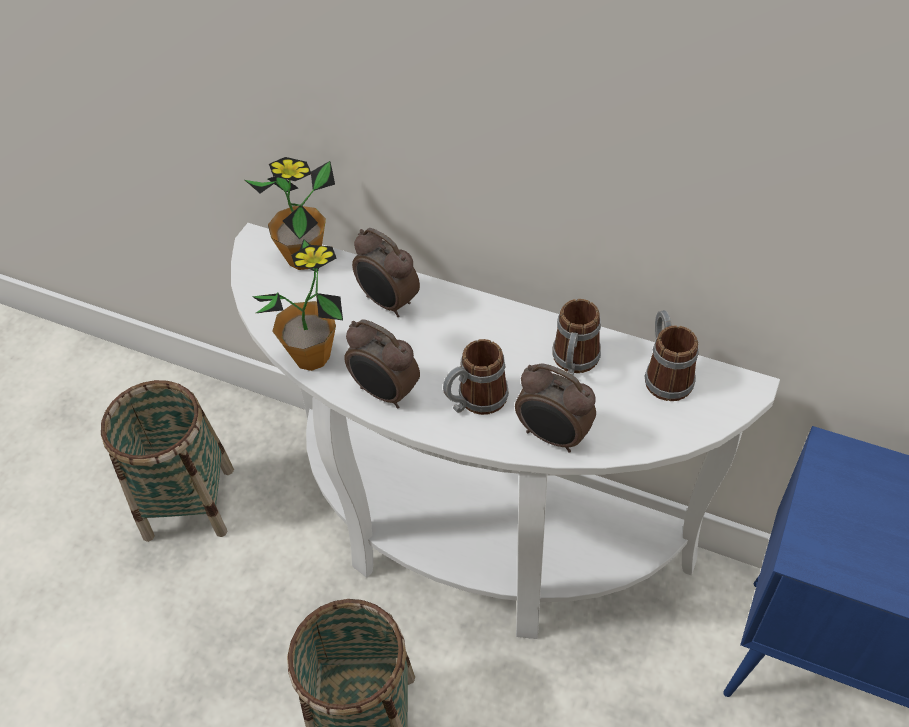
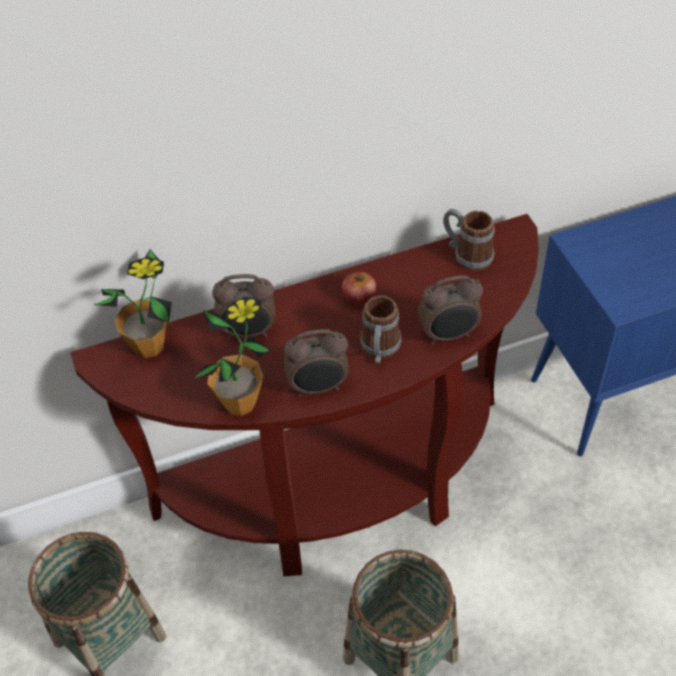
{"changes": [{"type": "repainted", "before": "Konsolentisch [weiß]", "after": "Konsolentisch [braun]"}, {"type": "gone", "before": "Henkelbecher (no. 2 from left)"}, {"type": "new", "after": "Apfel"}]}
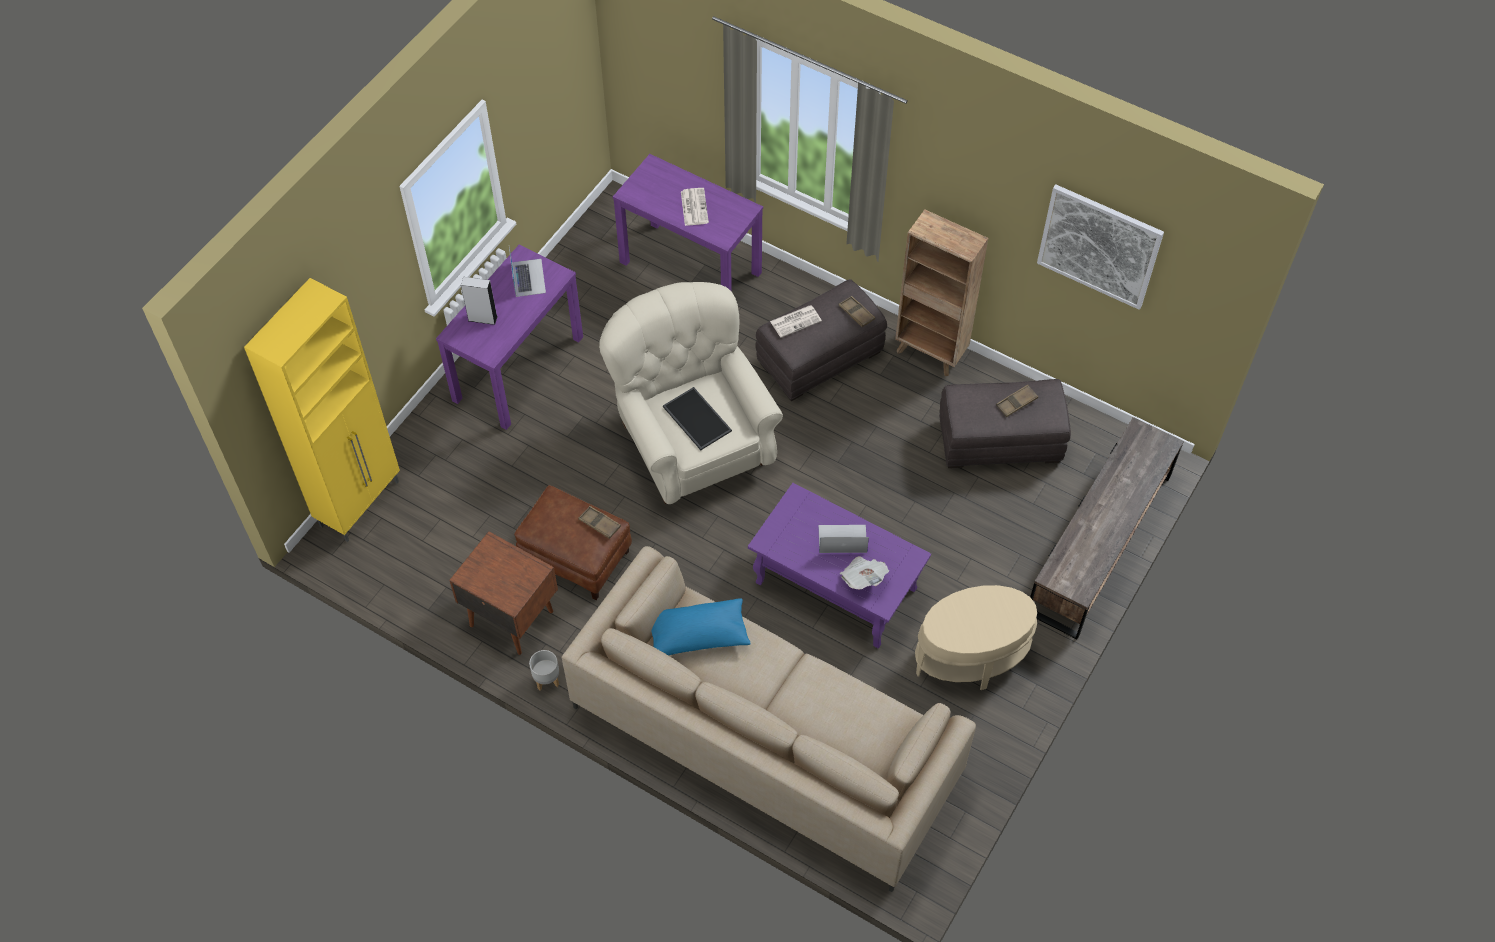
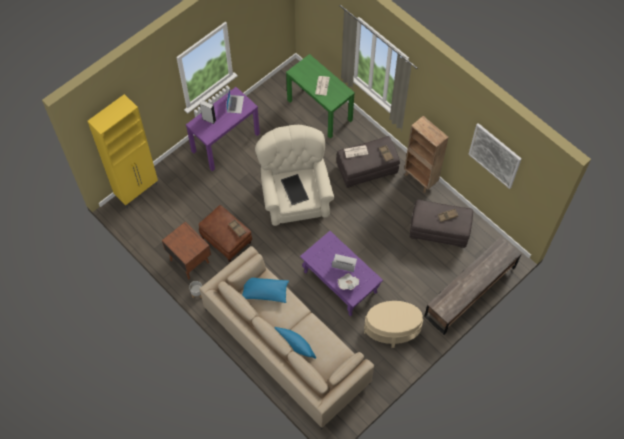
{"changes": [{"type": "repainted", "before": "Konsolentisch [lila] (no. 2 from left)", "after": "Konsolentisch [grün]"}, {"type": "new", "after": "Kissen [blau] (no. 2 from left)"}]}
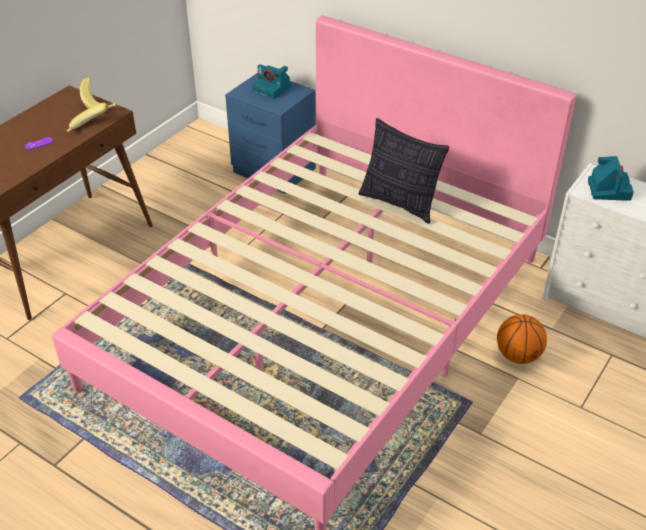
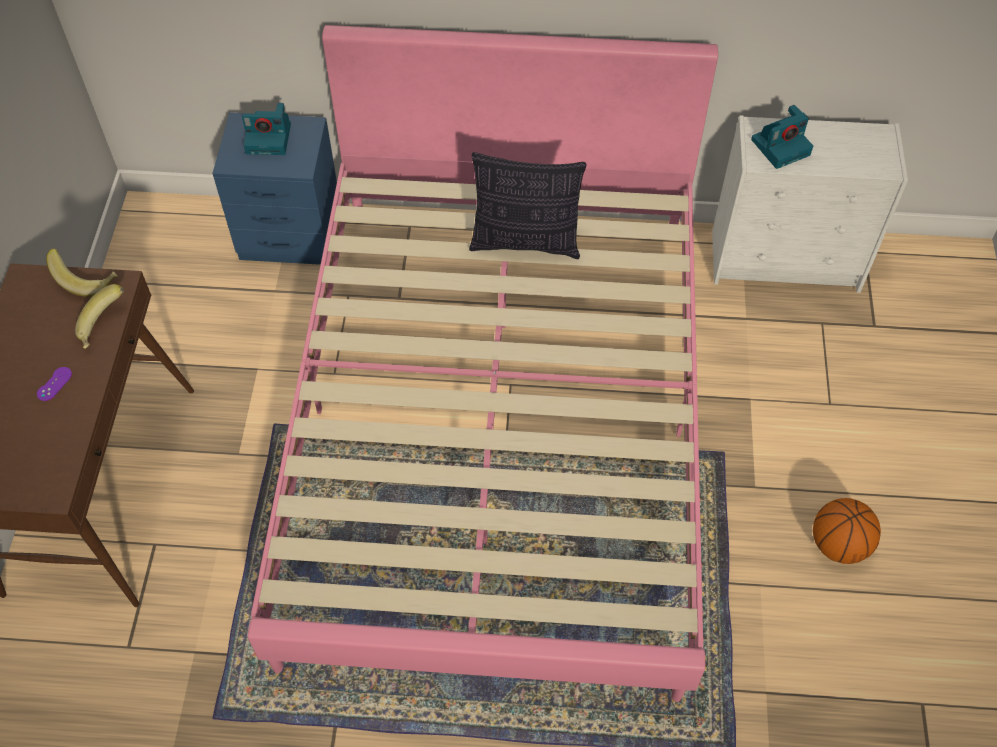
{"changes": [{"type": "shifted", "before": "Basketball"}, {"type": "rotated", "before": "Kamera (no. 2 from left)", "turn": 90}]}
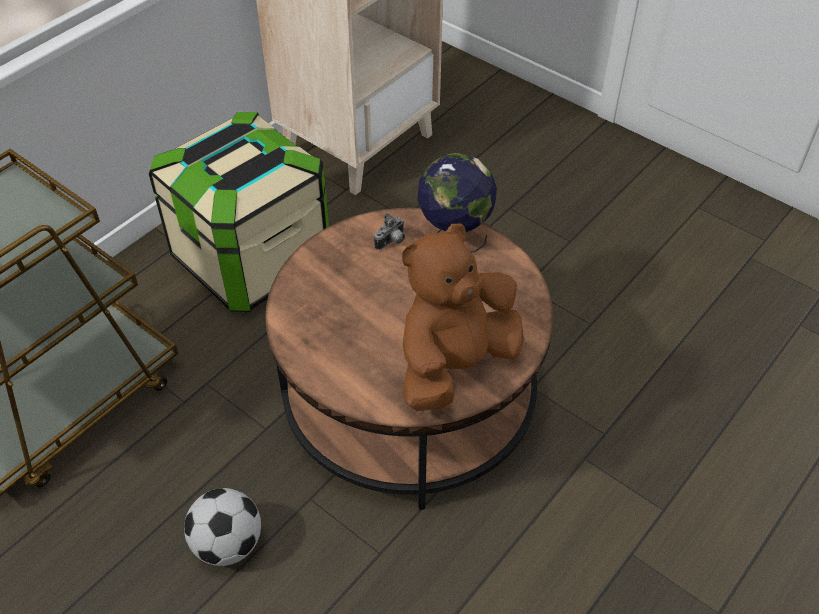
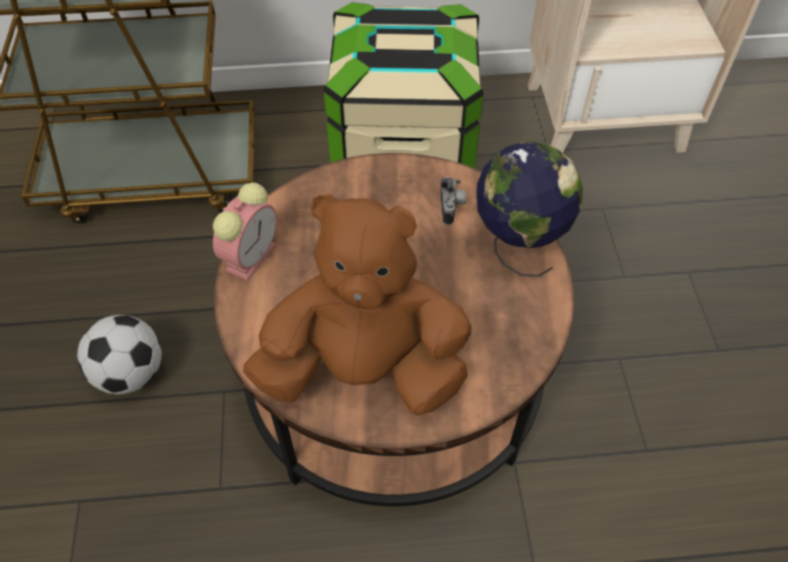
{"changes": [{"type": "rotated", "before": "Kamera", "turn": -90}, {"type": "new", "after": "Wecker"}]}
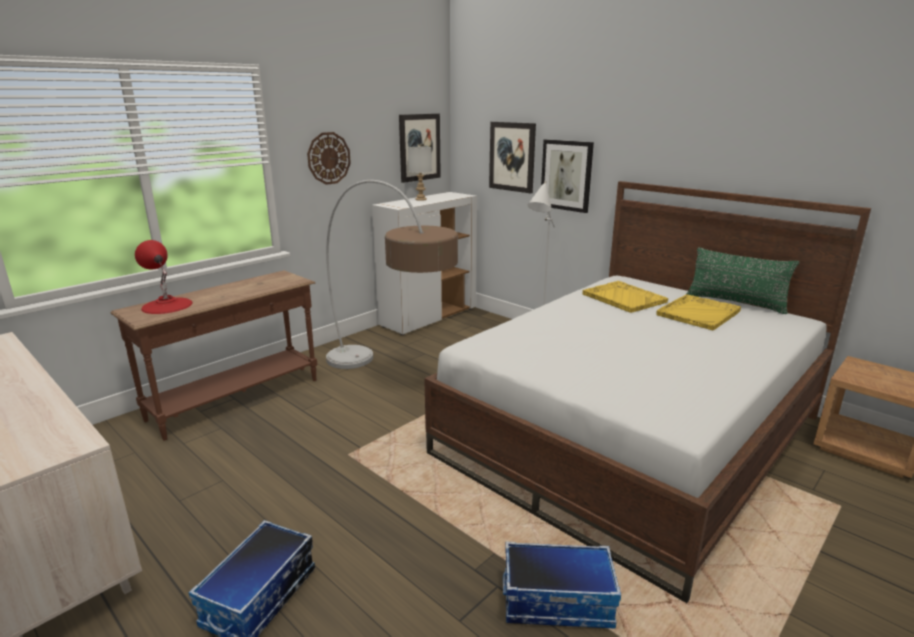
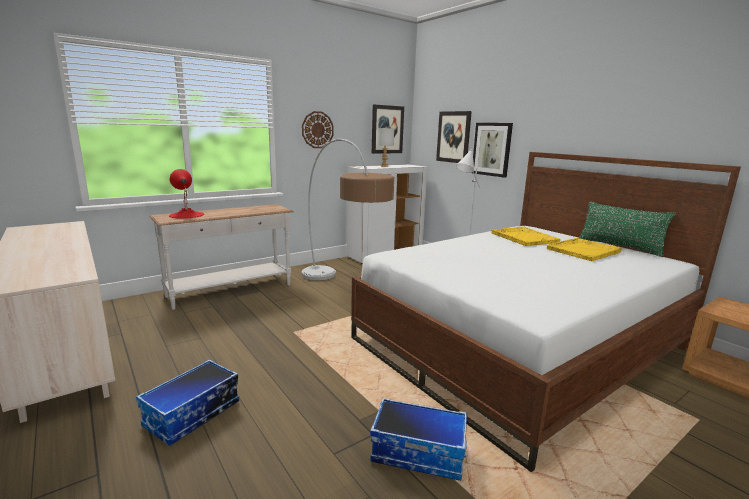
{"changes": [{"type": "repainted", "before": "Konsolentisch [braun]", "after": "Konsolentisch [weiß]"}]}
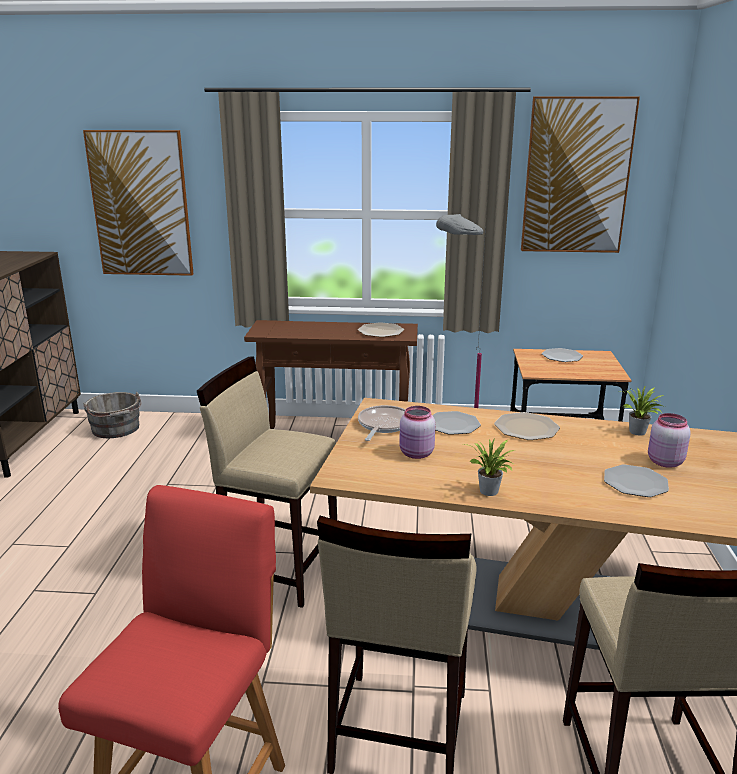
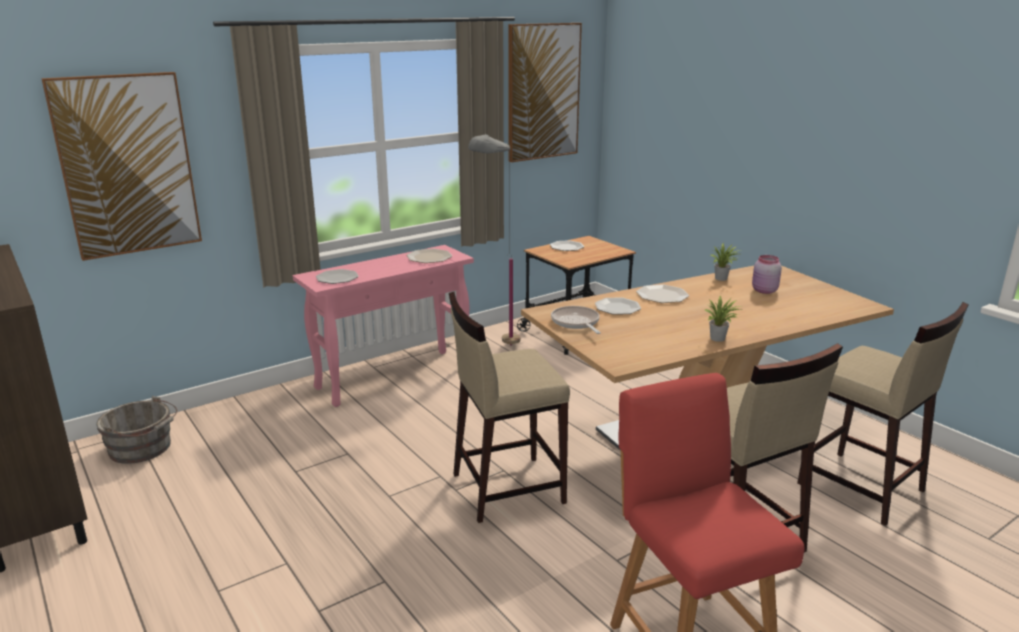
{"changes": [{"type": "repainted", "before": "Konsolentisch [braun]", "after": "Konsolentisch [rosa]"}, {"type": "gone", "before": "Vorratsglas [rosa] (no. 1 from left)"}, {"type": "shifted", "before": "Teller (no. 5 from left in the first image)", "after": "Teller (no. 1 from left)"}]}
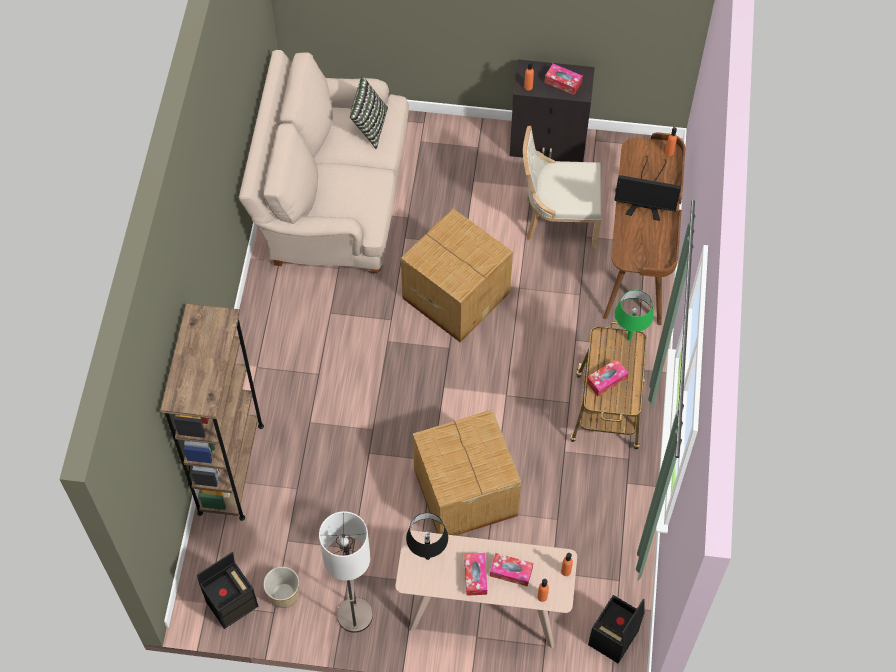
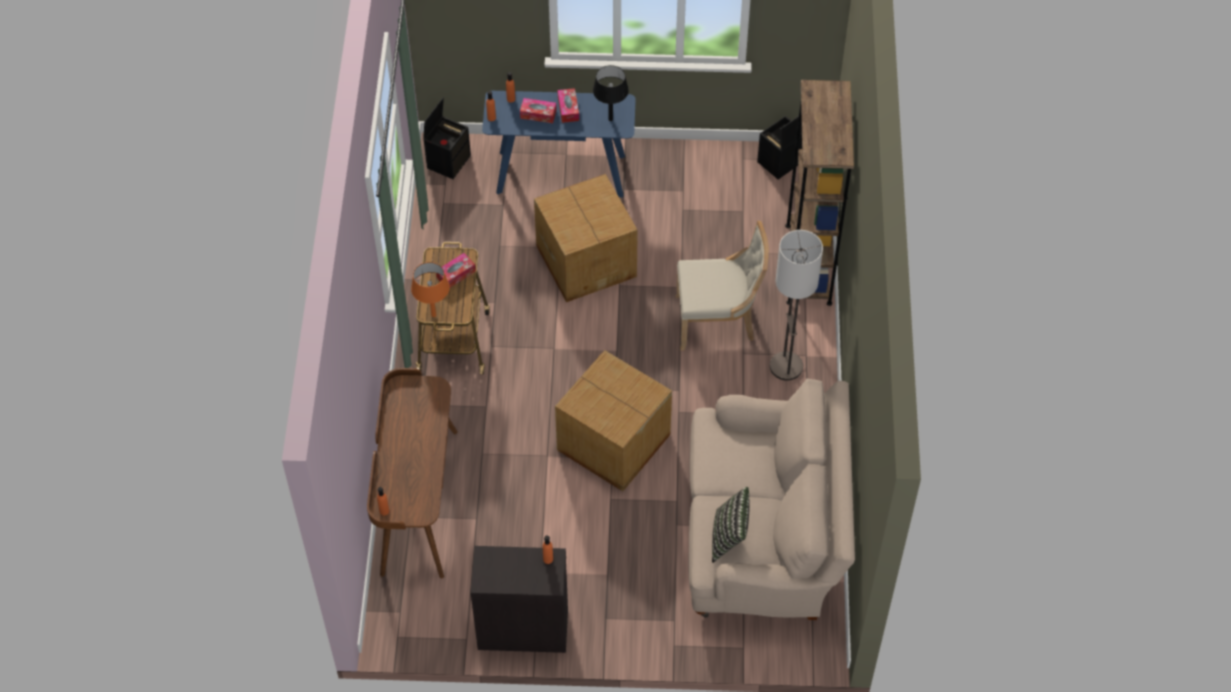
{"changes": [{"type": "gone", "before": "Pflanzkübel"}, {"type": "shifted", "before": "Stehlampe"}, {"type": "repainted", "before": "Konsolentisch [beige]", "after": "Konsolentisch [blau]"}, {"type": "shifted", "before": "Stuhl [beige]"}, {"type": "gone", "before": "Taschentuchbox (no. 3 from left)"}, {"type": "gone", "before": "Monitor"}, {"type": "repainted", "before": "Tischlampe [grün]", "after": "Tischlampe [orange]"}]}
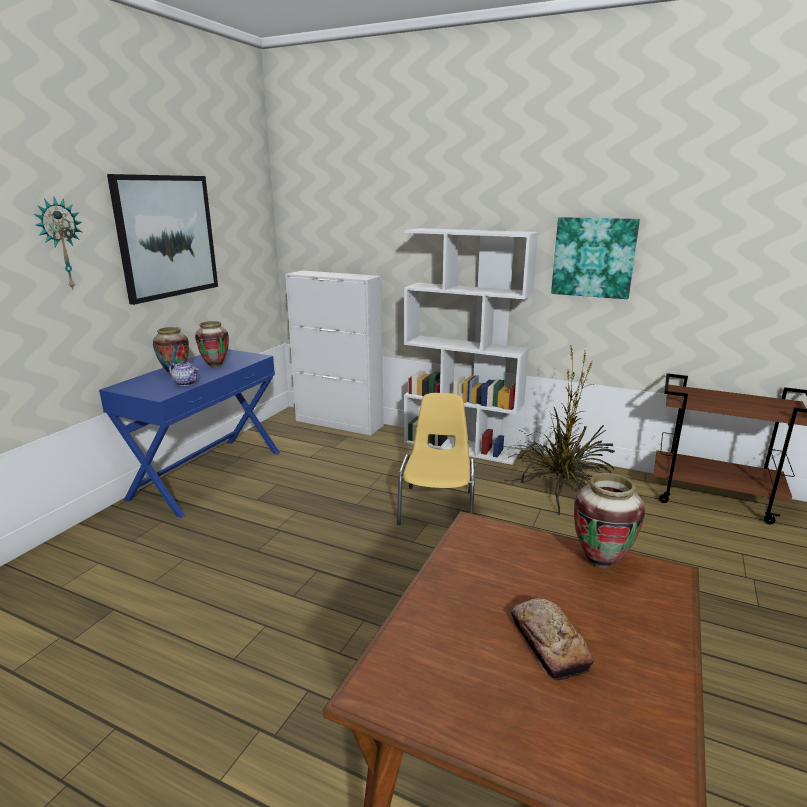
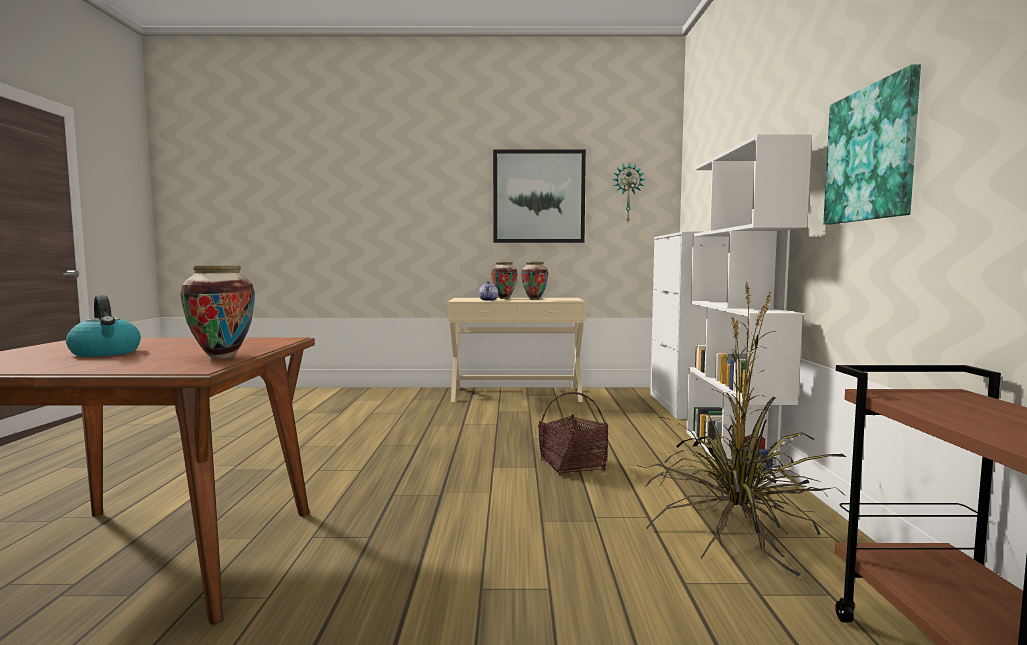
{"changes": [{"type": "shifted", "before": "Wanduhr"}, {"type": "repainted", "before": "Konsolentisch [blau]", "after": "Konsolentisch [beige]"}, {"type": "swapped", "before": "Stuhl [gelb]", "after": "Korb"}, {"type": "swapped", "before": "Brot", "after": "Wasserkessel"}]}
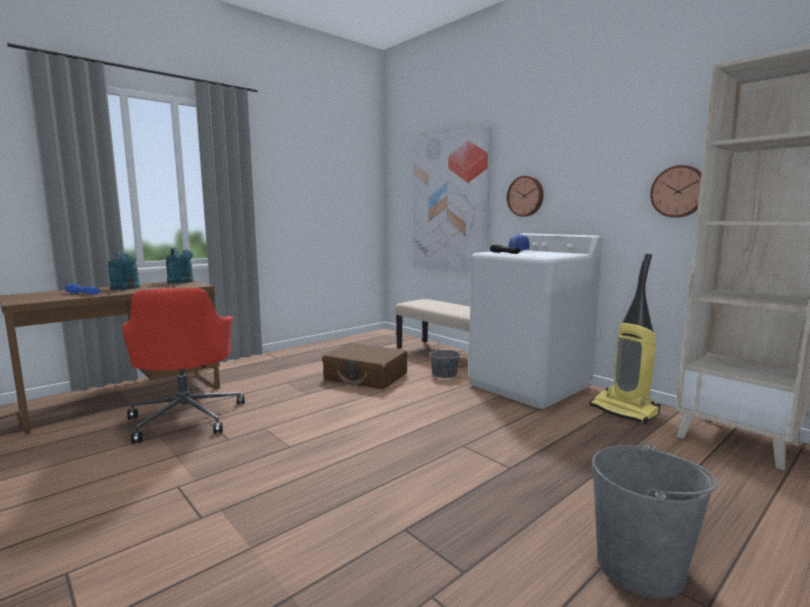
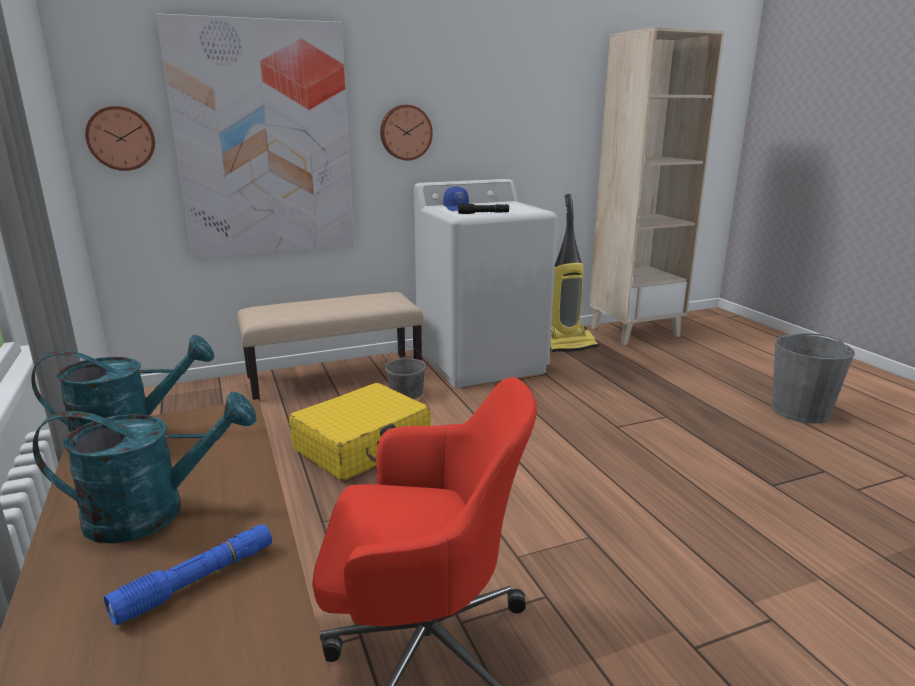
{"changes": [{"type": "repainted", "before": "Koffer [braun]", "after": "Koffer [gelb]"}, {"type": "shifted", "before": "Wanduhr (no. 2 from left in the first image)", "after": "Wanduhr (no. 1 from left)"}]}
